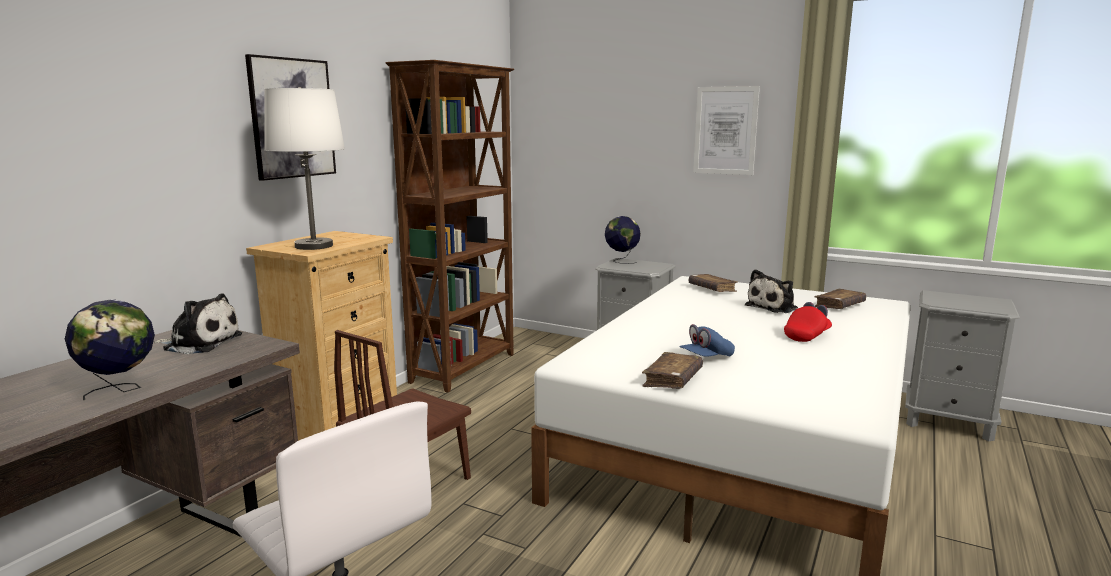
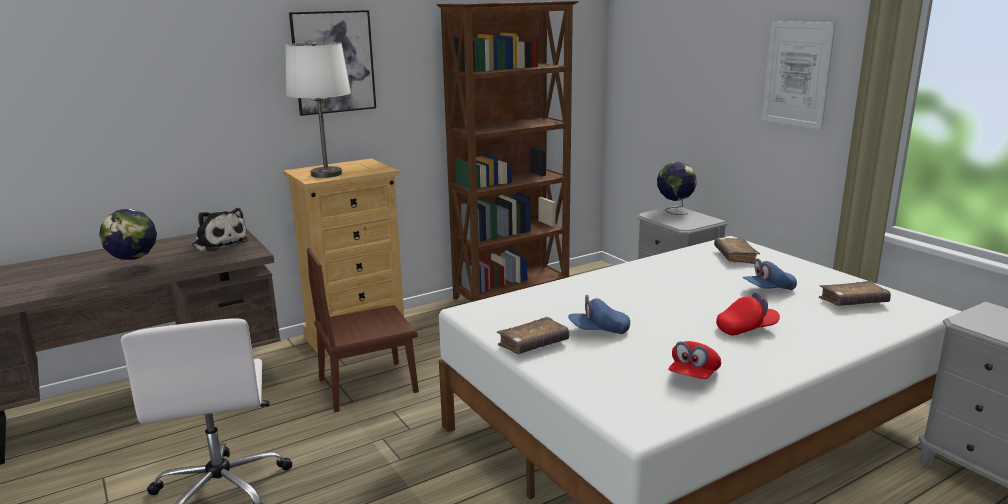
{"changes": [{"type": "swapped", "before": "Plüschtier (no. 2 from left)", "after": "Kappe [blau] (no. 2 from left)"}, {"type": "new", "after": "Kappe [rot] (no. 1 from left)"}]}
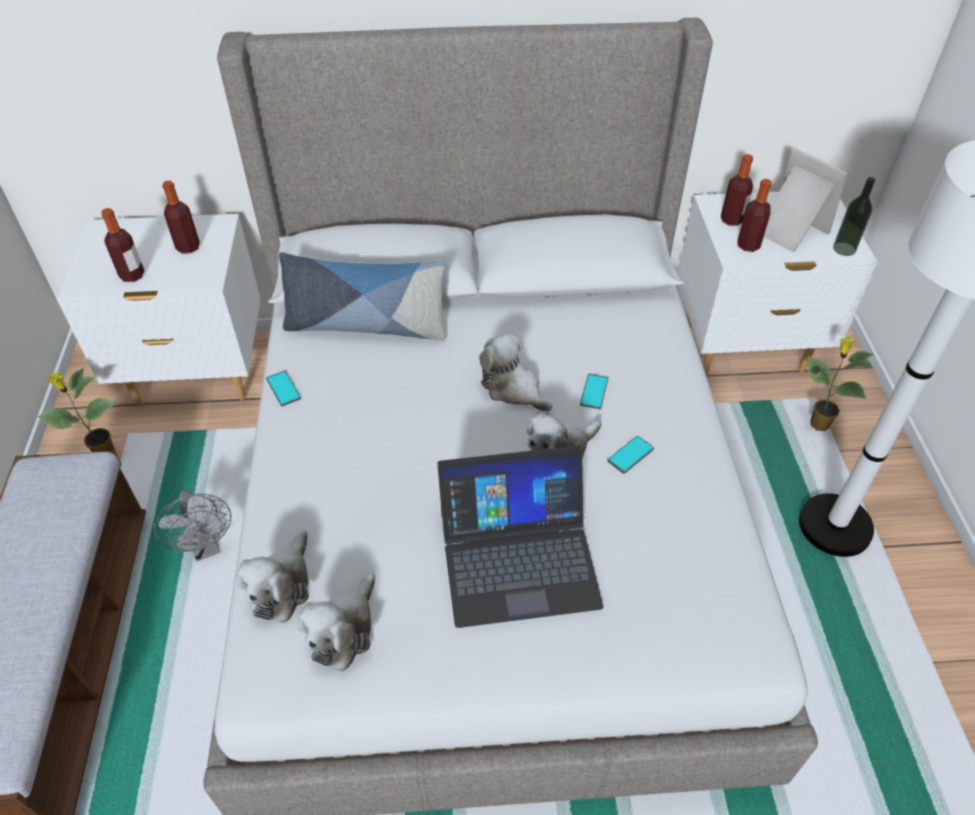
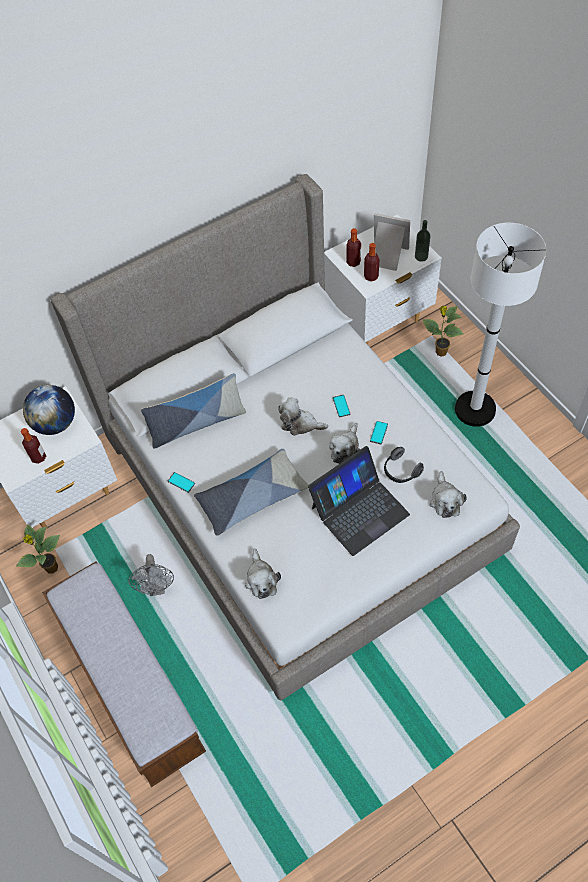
{"changes": [{"type": "rotated", "before": "Ventilator [grau]", "turn": 45}, {"type": "swapped", "before": "Flasche (no. 2 from left)", "after": "Globus"}, {"type": "shifted", "before": "Plüschtier (no. 2 from left in the first image)", "after": "Plüschtier (no. 4 from left)"}, {"type": "new", "after": "Kissen (no. 2 from left)"}, {"type": "new", "after": "Kopfhörer"}]}
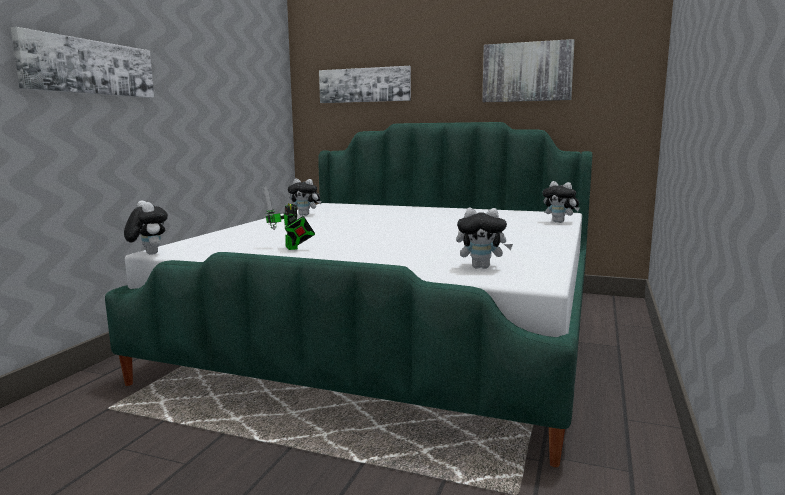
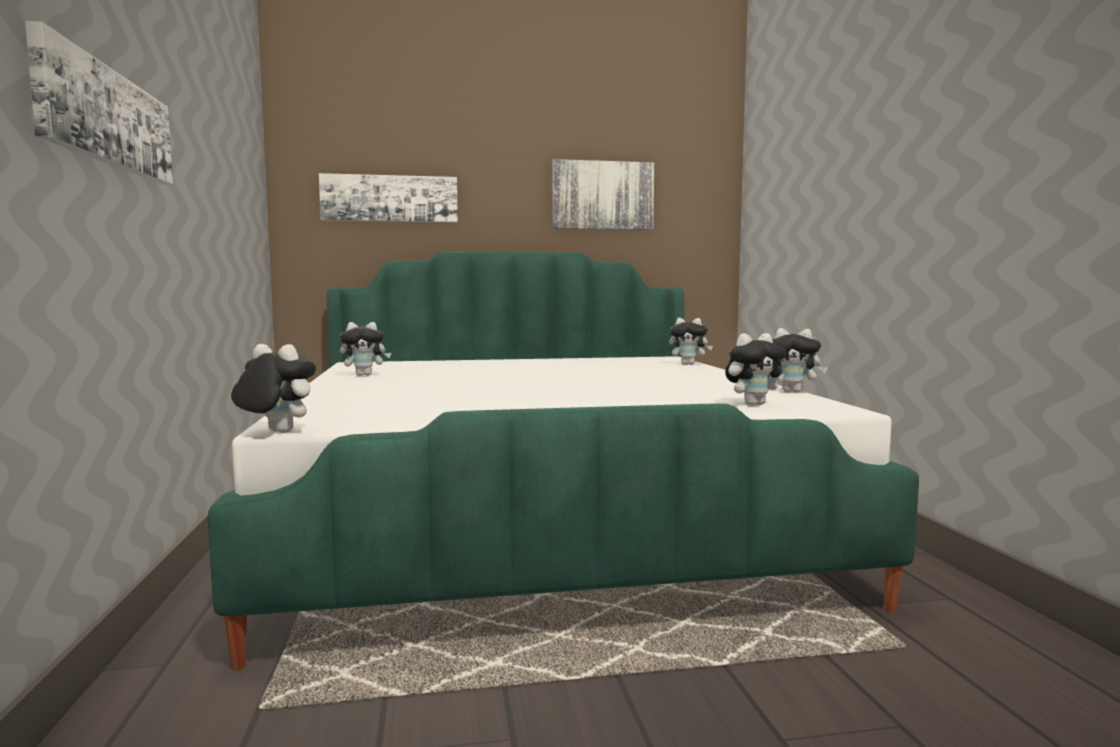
{"changes": [{"type": "gone", "before": "Spielzeugroboter"}, {"type": "new", "after": "Plüschtier (no. 5 from left)"}]}
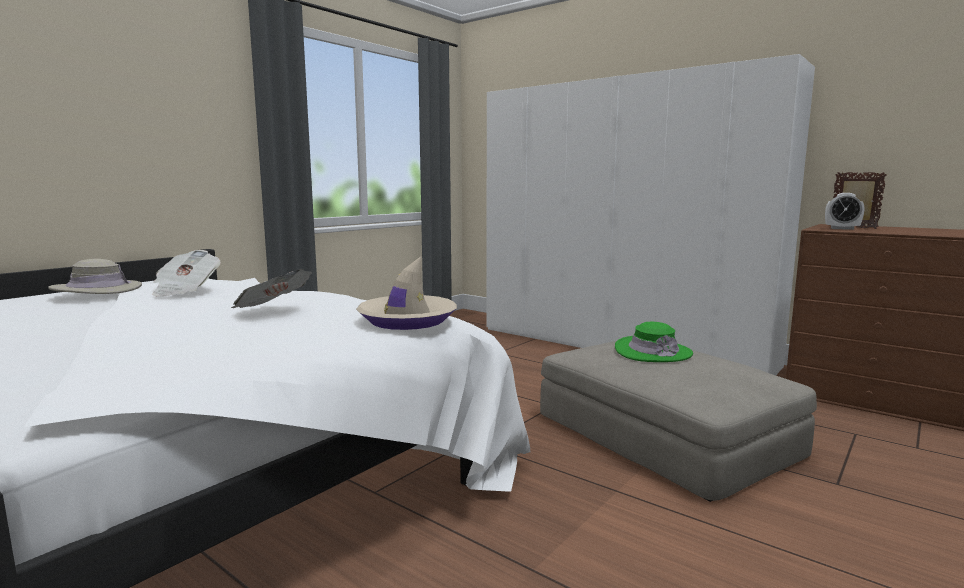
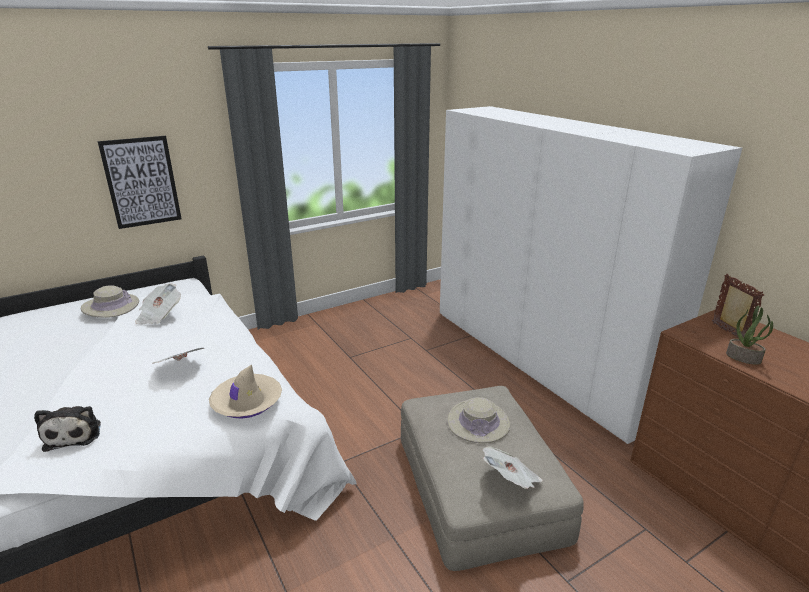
{"changes": [{"type": "repainted", "before": "Hut [grün]", "after": "Hut [beige] (no. 3 from left)"}, {"type": "gone", "before": "Wecker"}, {"type": "new", "after": "Plüschtier"}, {"type": "new", "after": "Bild"}, {"type": "new", "after": "Zeitung (no. 3 from left)"}, {"type": "new", "after": "Topfpflanze"}]}
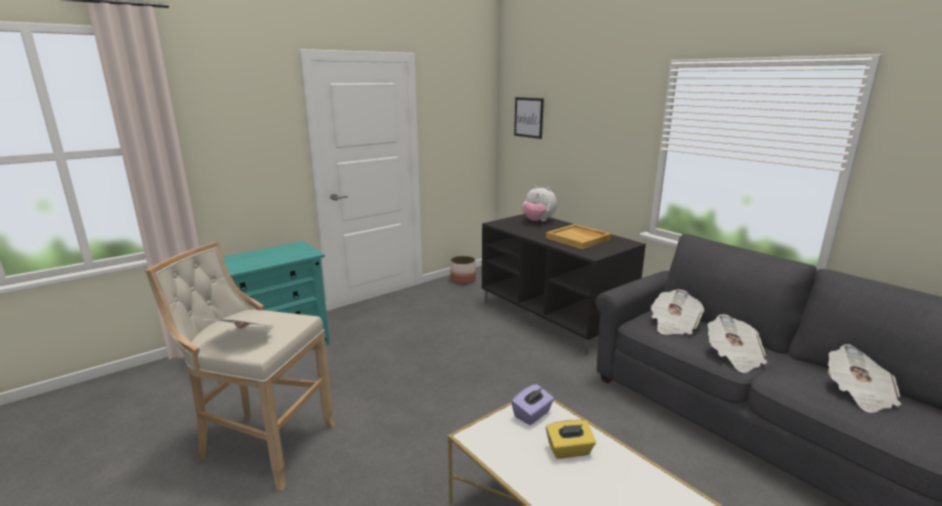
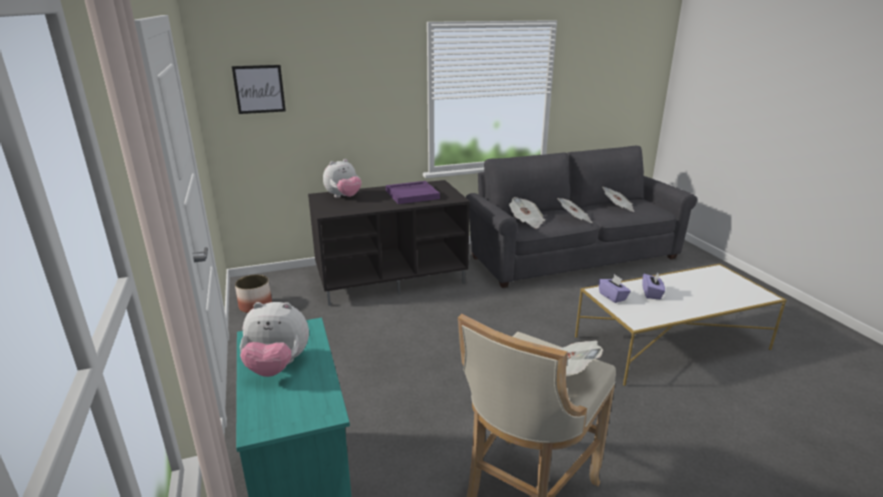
{"changes": [{"type": "repainted", "before": "Tablett [beige]", "after": "Tablett [lila]"}, {"type": "repainted", "before": "Taschentuchbox [gelb]", "after": "Taschentuchbox [lila] (no. 2 from left)"}, {"type": "new", "after": "Plüschtier (no. 1 from left)"}]}
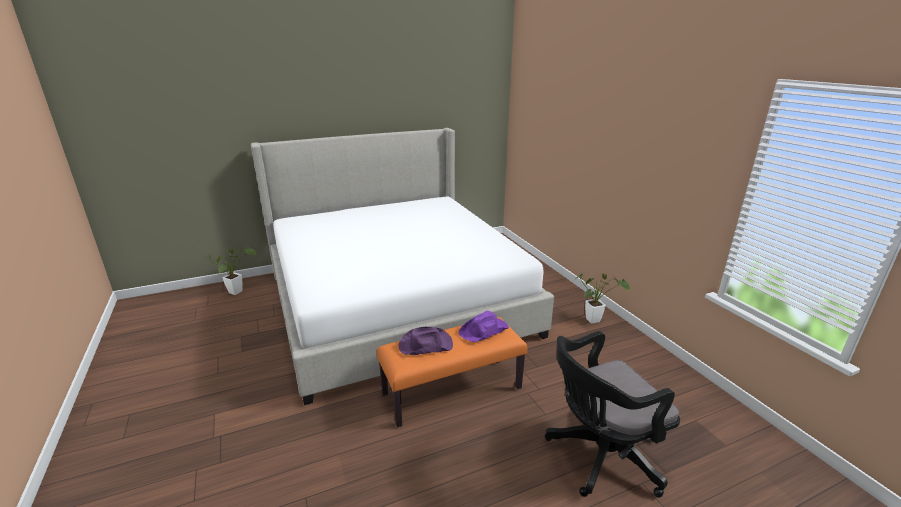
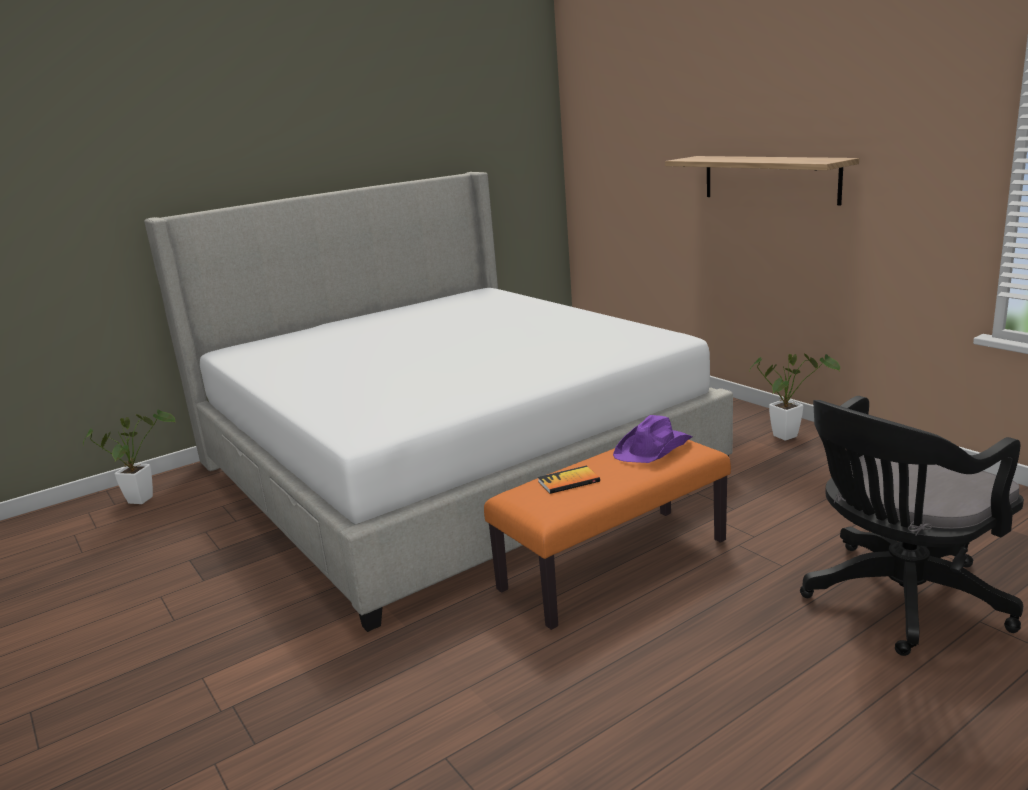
{"changes": [{"type": "swapped", "before": "Hut [lila] (no. 1 from left)", "after": "Buch"}, {"type": "new", "after": "Wandregal"}]}
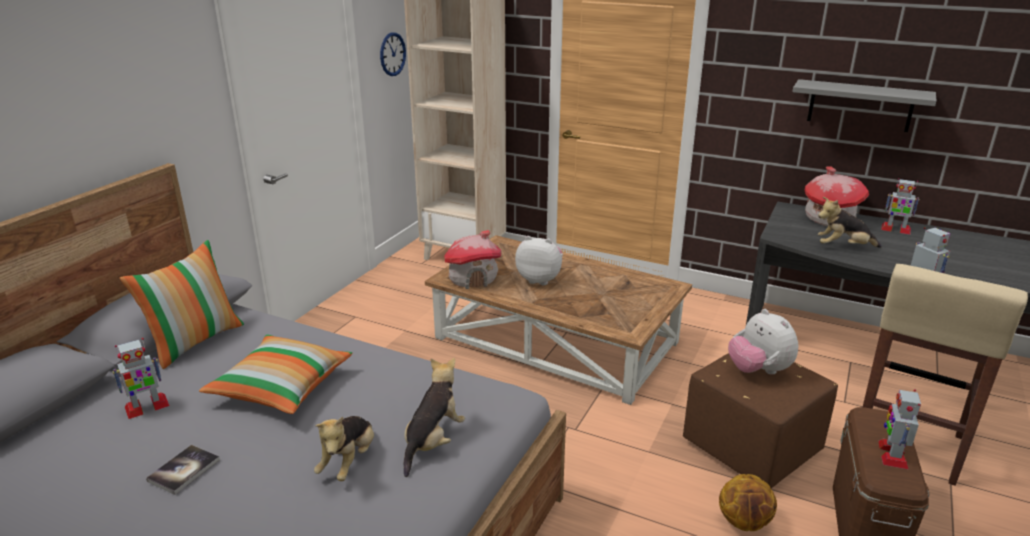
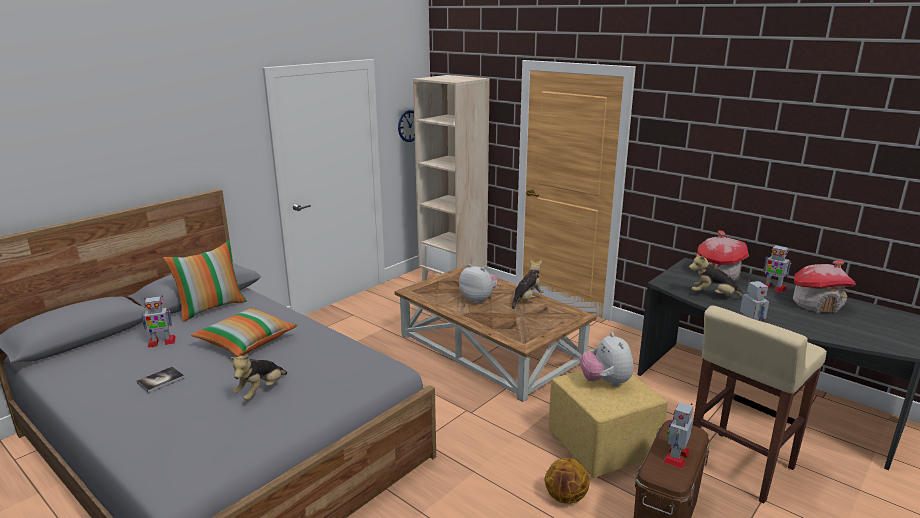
{"changes": [{"type": "shifted", "before": "Plüschtier (no. 2 from left in the first image)", "after": "Plüschtier (no. 3 from left)"}, {"type": "shifted", "before": "Spielzeughaus (no. 1 from left in the first image)", "after": "Spielzeughaus (no. 2 from left)"}, {"type": "repainted", "before": "Polsterhocker [braun]", "after": "Polsterhocker [gelb]"}, {"type": "gone", "before": "Wandregal [grau]"}]}
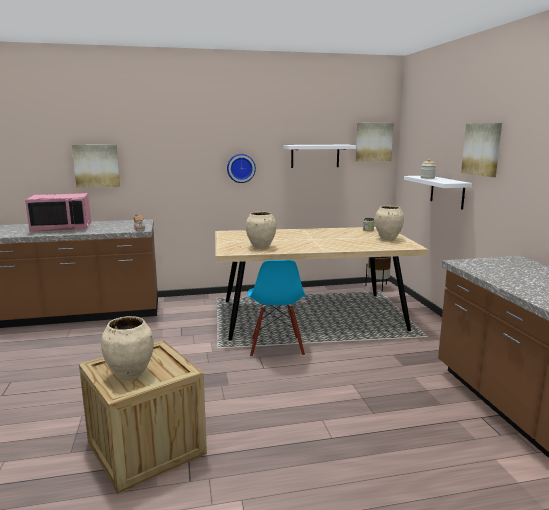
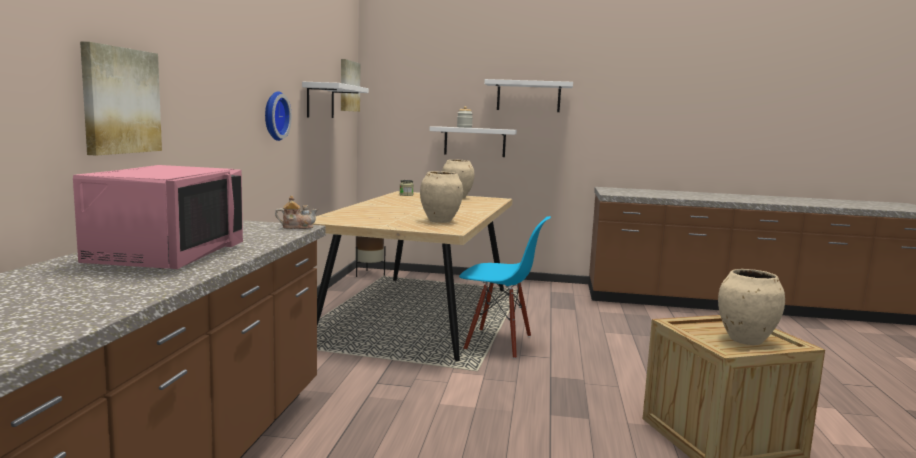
{"changes": [{"type": "swapped", "before": "Bild (no. 3 from left)", "after": "Wandregal [weiß] (no. 3 from left)"}]}
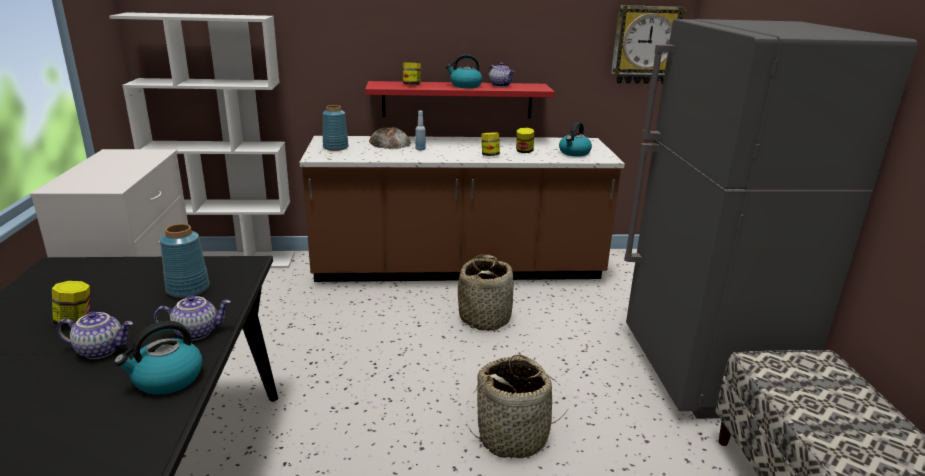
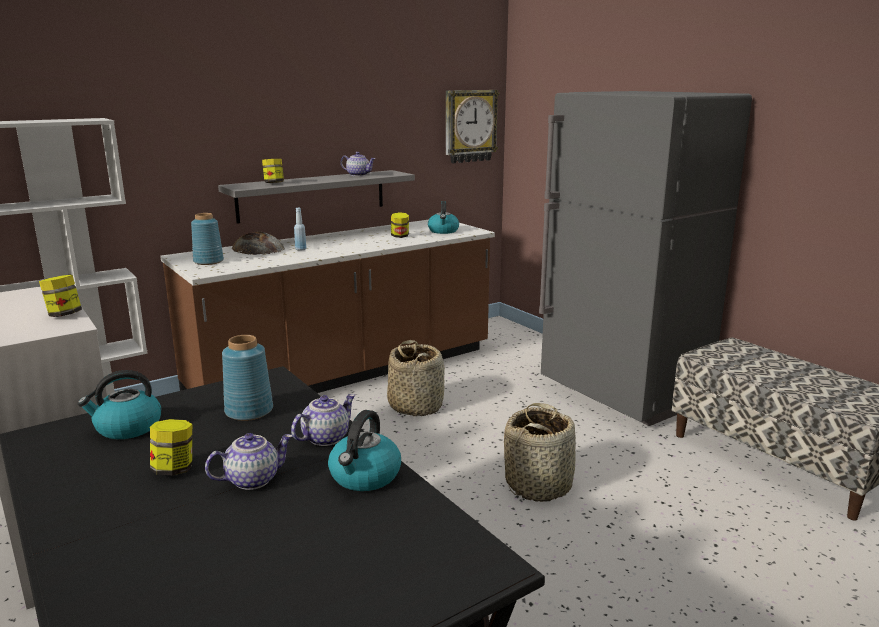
{"changes": [{"type": "repainted", "before": "Wandregal [rot]", "after": "Wandregal [grau]"}, {"type": "shifted", "before": "Wasserkessel (no. 2 from left in the first image)", "after": "Wasserkessel (no. 1 from left)"}, {"type": "shifted", "before": "Vorratsglas (no. 3 from left in the first image)", "after": "Vorratsglas (no. 1 from left)"}]}
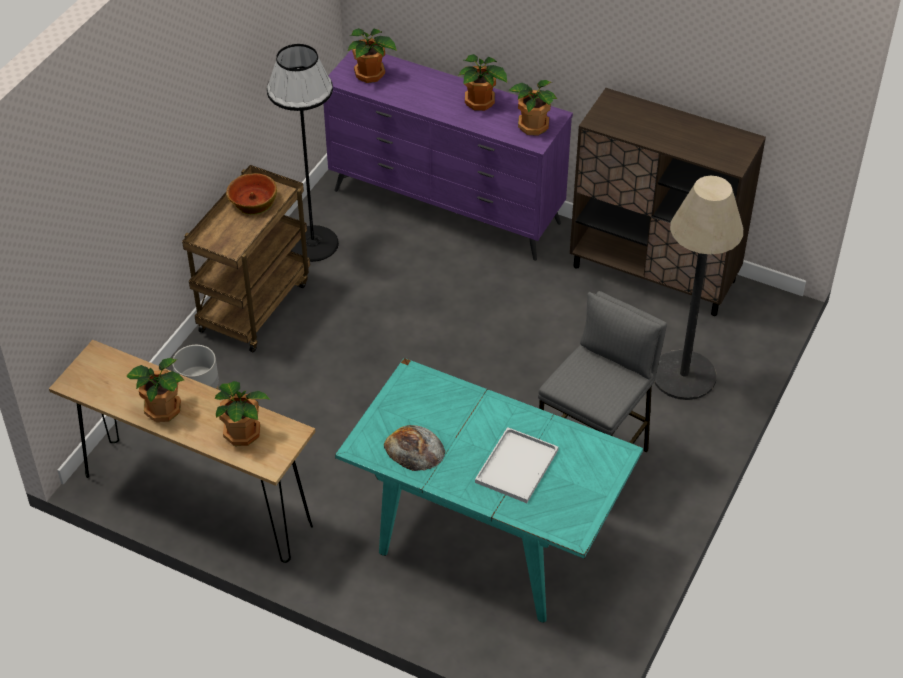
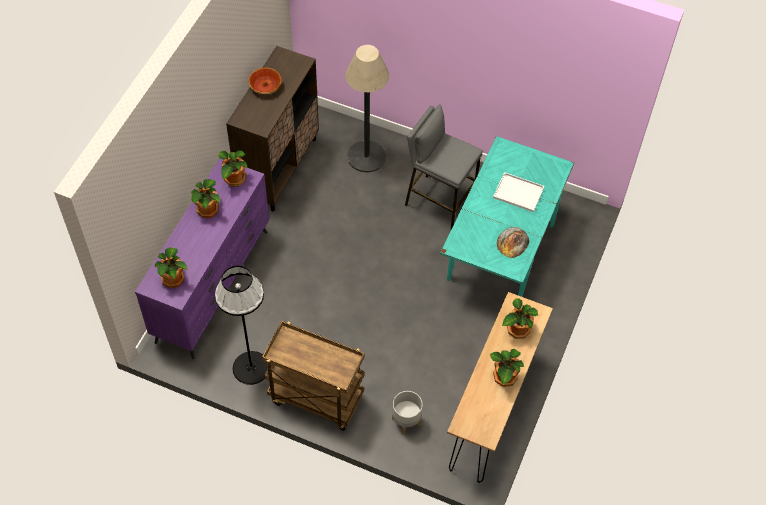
{"changes": [{"type": "shifted", "before": "Schüssel"}]}
